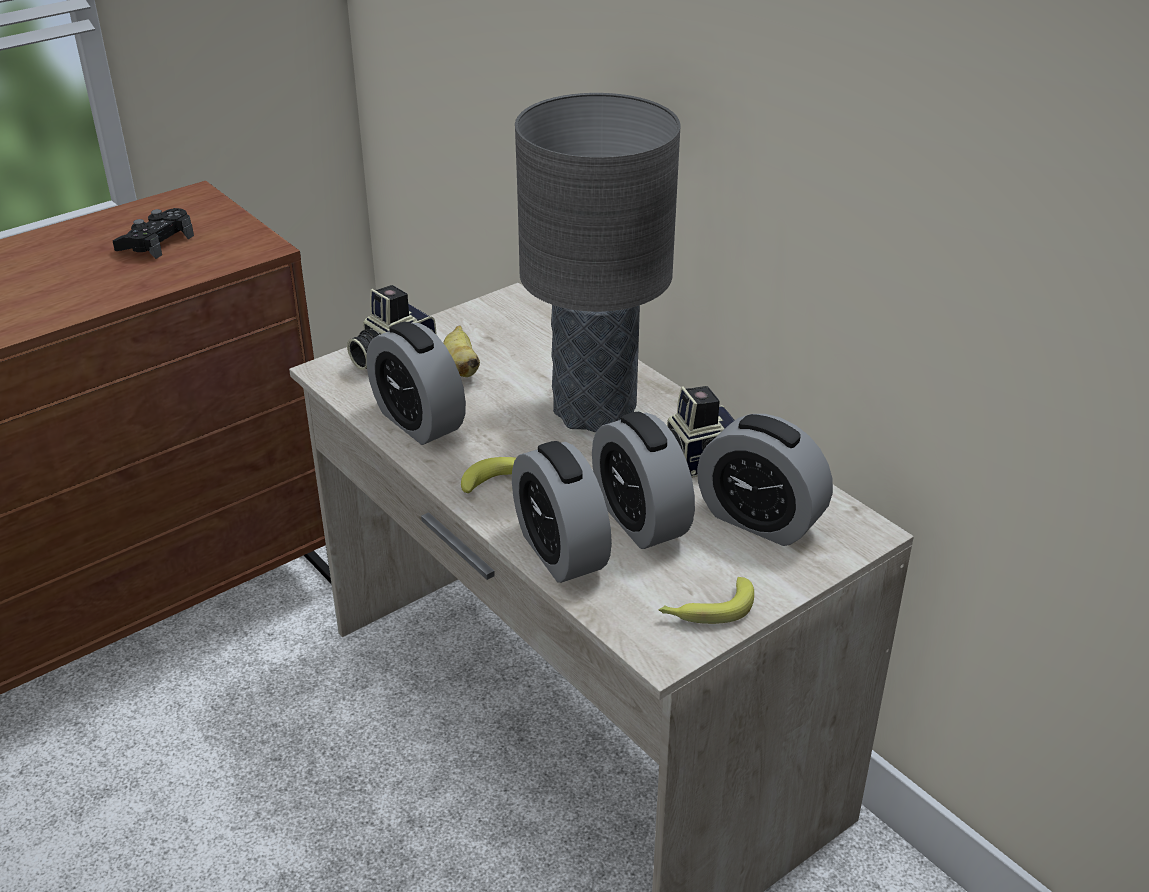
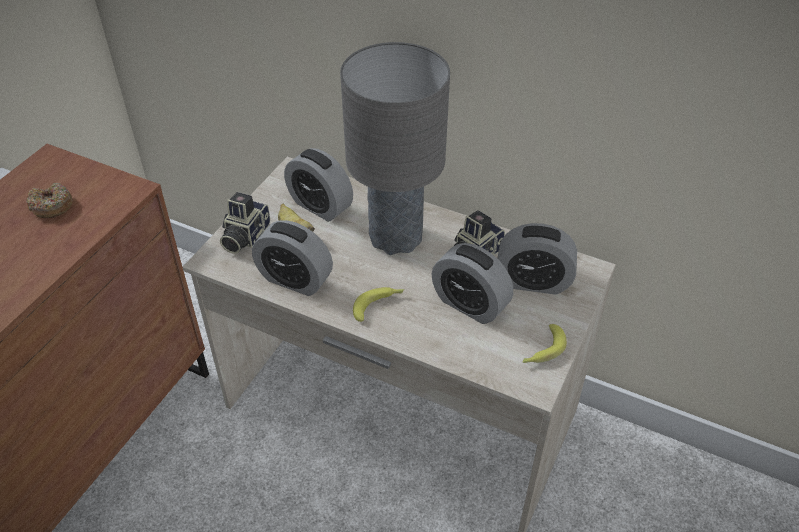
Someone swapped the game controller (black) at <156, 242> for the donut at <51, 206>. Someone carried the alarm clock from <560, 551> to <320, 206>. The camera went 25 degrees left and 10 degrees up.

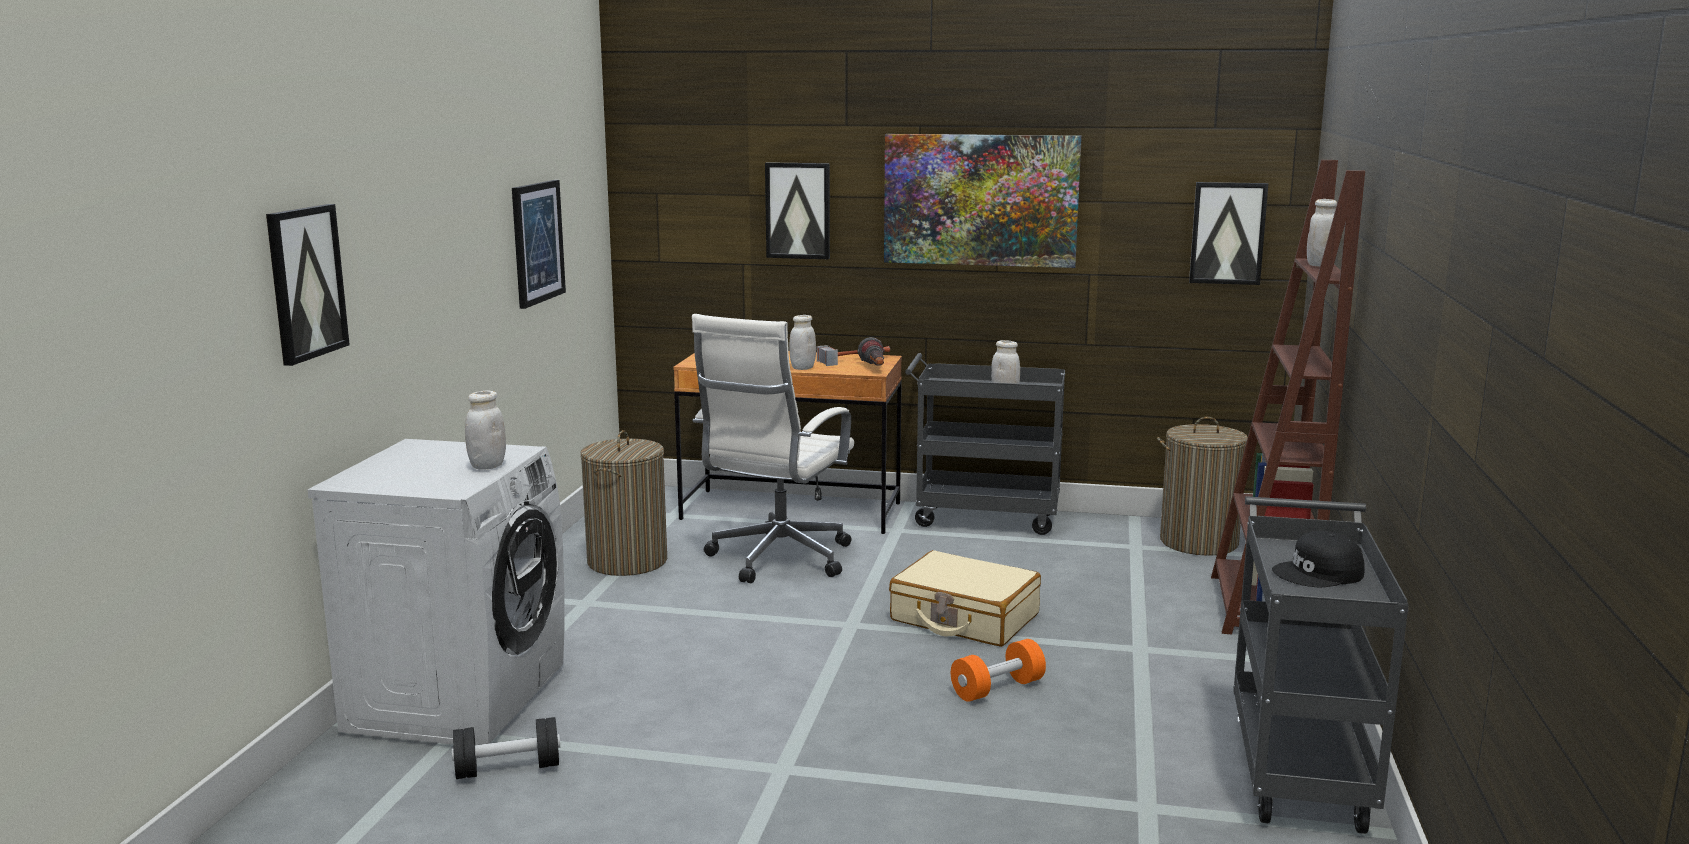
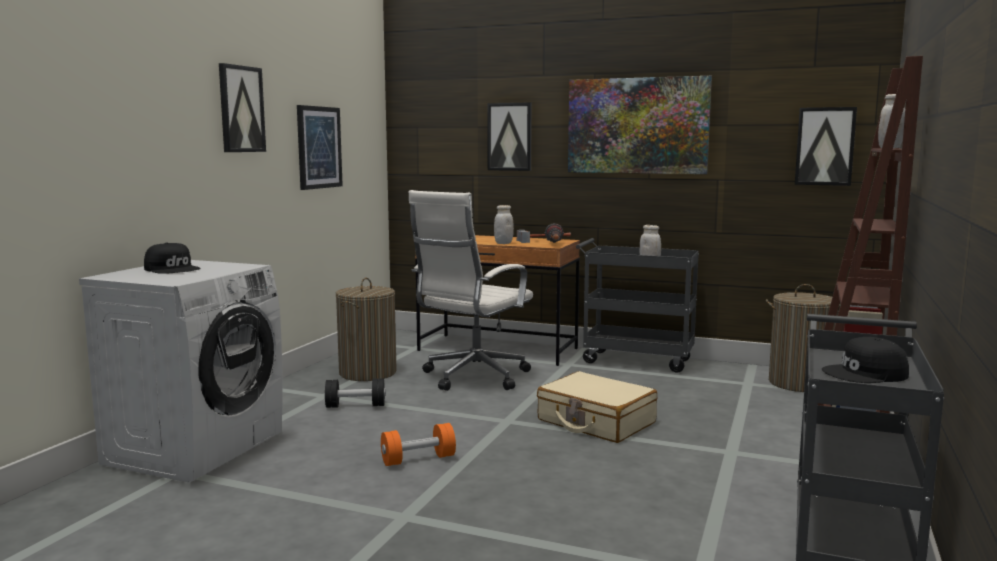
Someone put down the cap (black) at <173, 269>. Someone carried the picture from <305, 282> to <241, 109>. Someone carried the dumbbell (black) from <508, 769> to <355, 406>. Someone carried the dumbbell (orange) from <997, 689> to <418, 459>. Someone took away the jar (white) at <487, 466>. The camera went 10 degrees right and 5 degrees down.

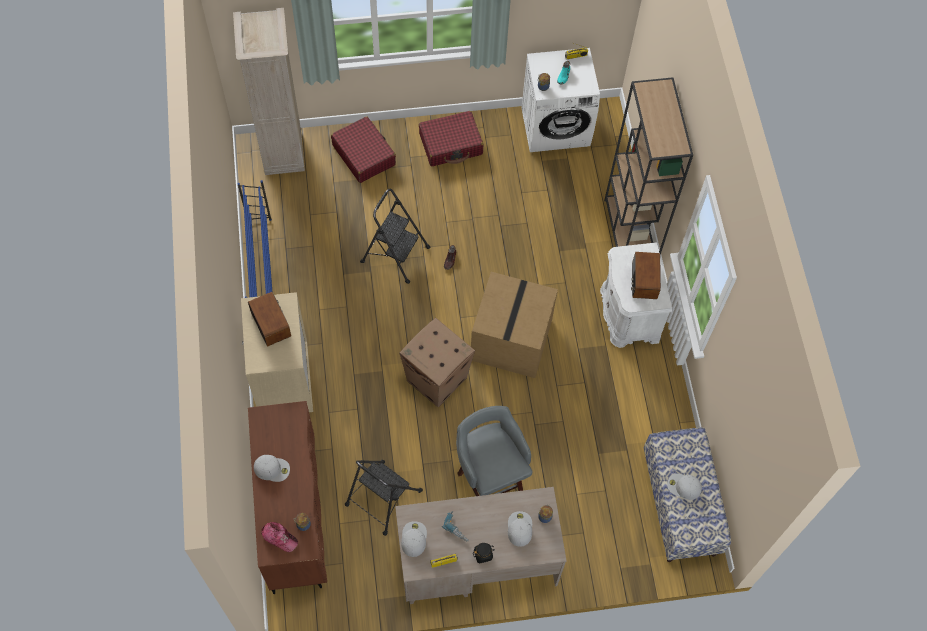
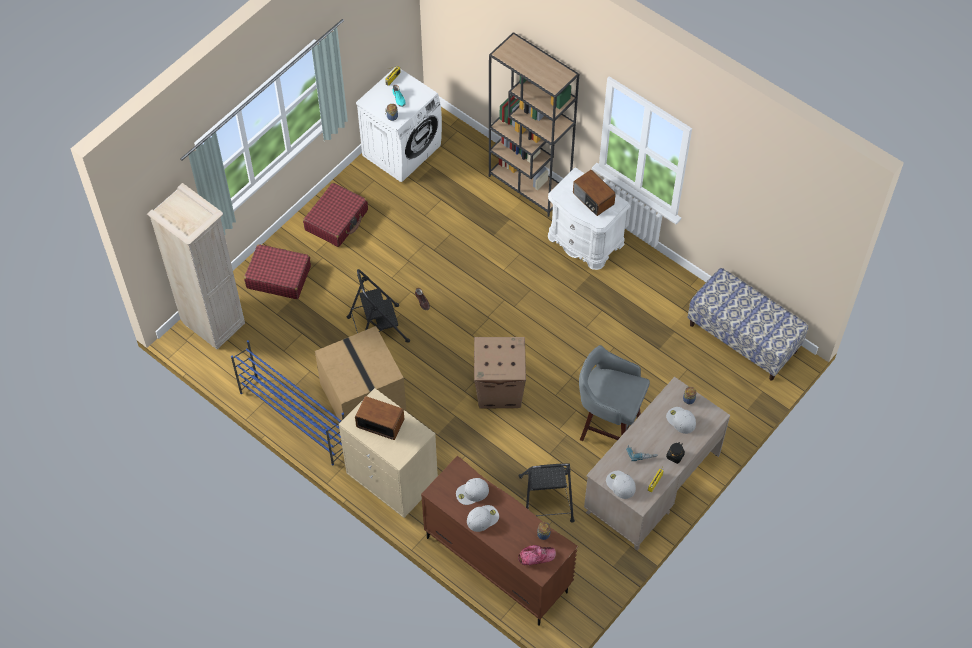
Someone carried the cardboard box from <512, 341> to <364, 397>. Someone carried the cap (white) from <683, 487> to <472, 493>. The camera went 40 degrees left and 5 degrees down.

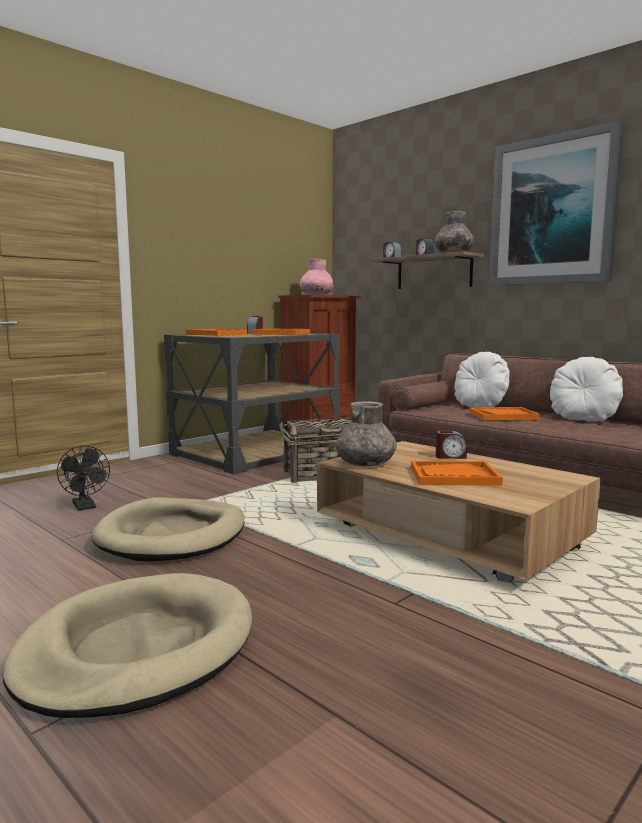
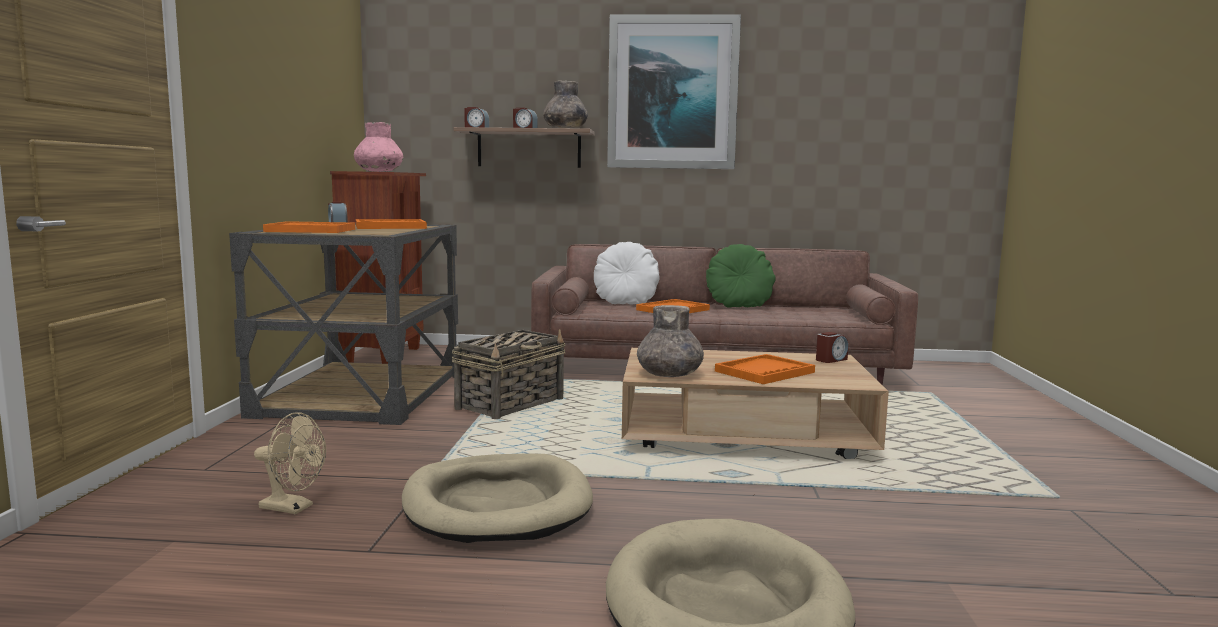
Someone repainted the fan (black) at <85, 507>, which became the fan (beige) at <293, 508>. Someone repainted the pillow (white) at <583, 420>, which became the pillow (green) at <739, 306>. Someone carried the alarm clock from <450, 456> to <831, 360>. The camera went 40 degrees left and 0 degrees up.

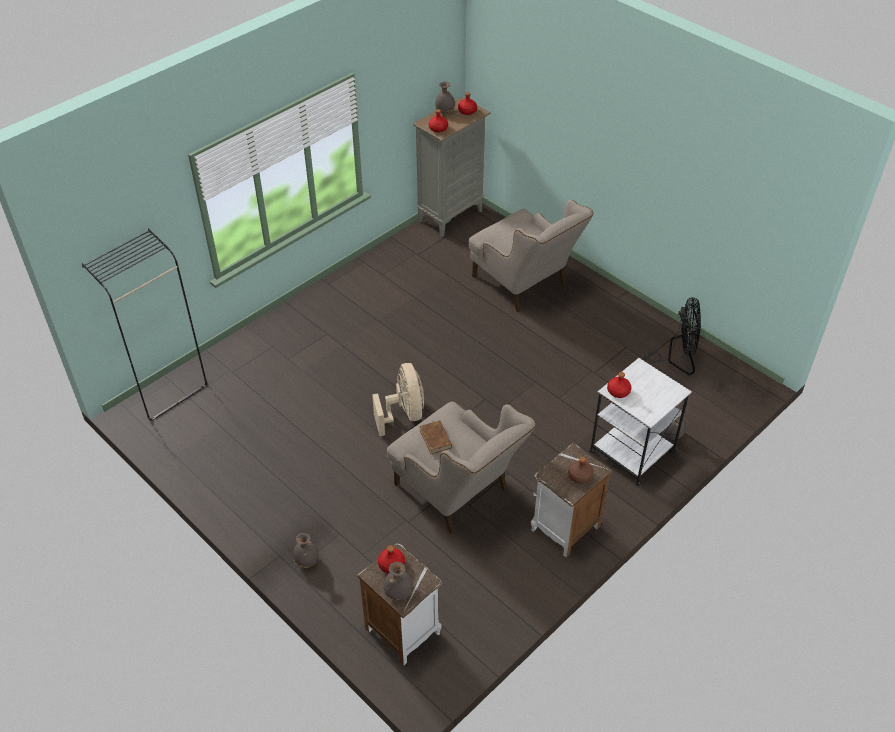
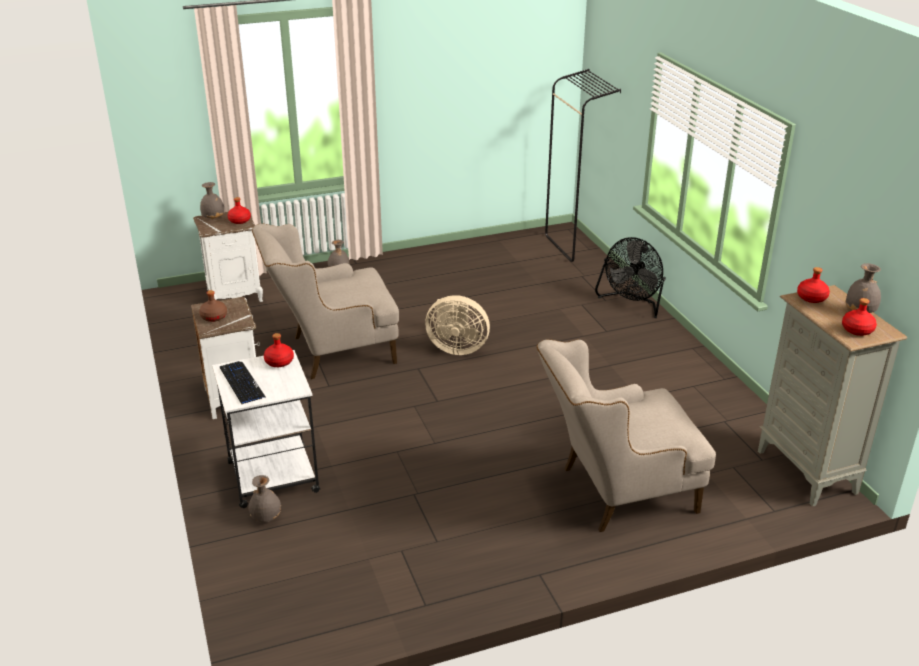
Someone put down the keyboard at <241, 383>. Someone carried the fan (black) from <678, 354> to <631, 301>. Someone took away the book (brown) at <435, 439>. The camera went 115 degrees right and 15 degrees down.

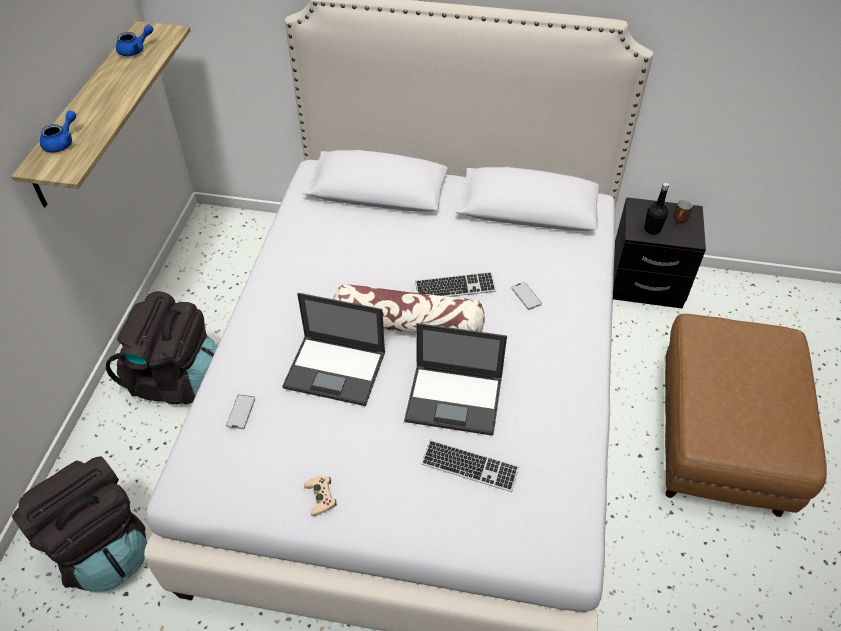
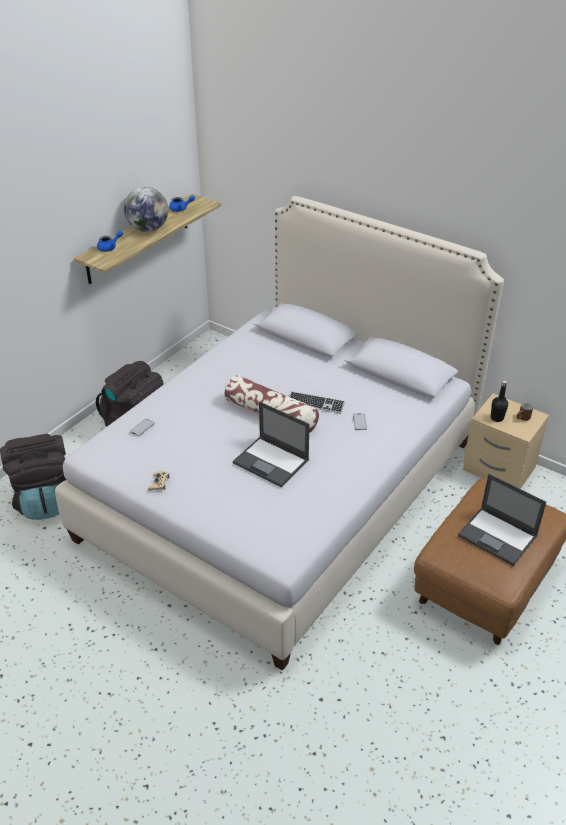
Someone put down the globe at <148, 229>. Someone carried the laptop from <336, 370> to <498, 536>. Someone repainted the nightstand (black) at <645, 285>, which became the nightstand (beige) at <498, 469>. Someone took away the keyboard at <470, 467>. The camera went 25 degrees right and 10 degrees down.

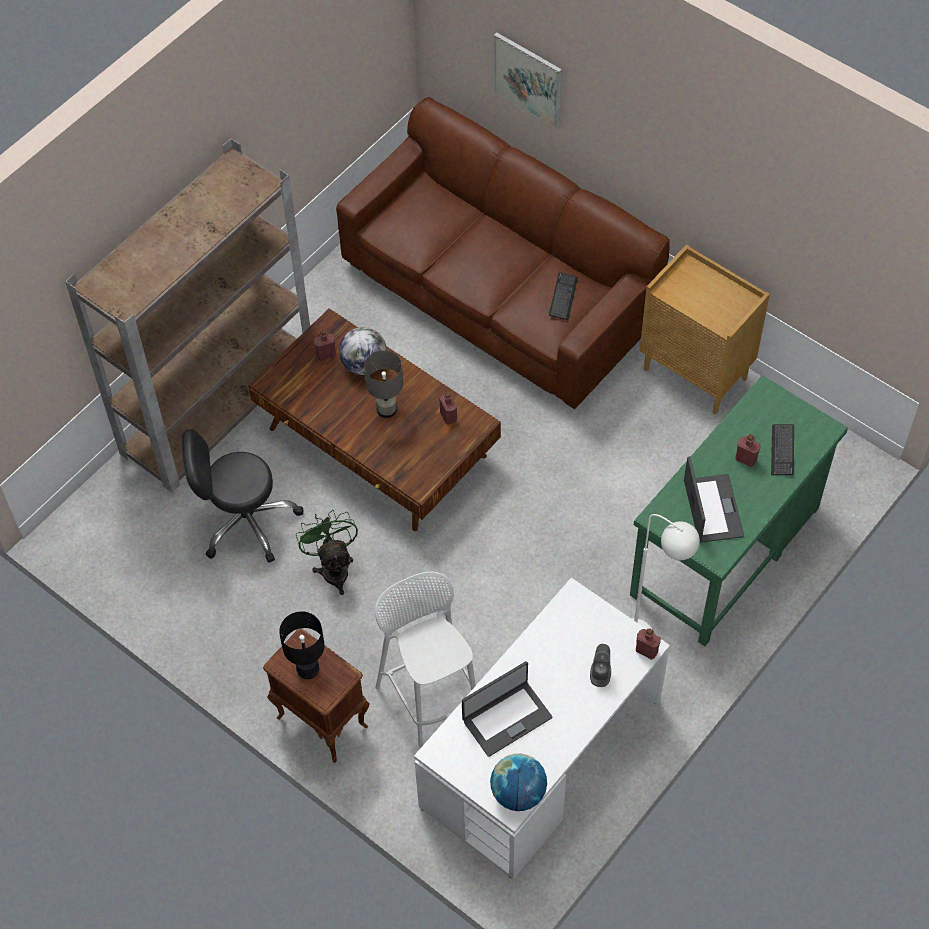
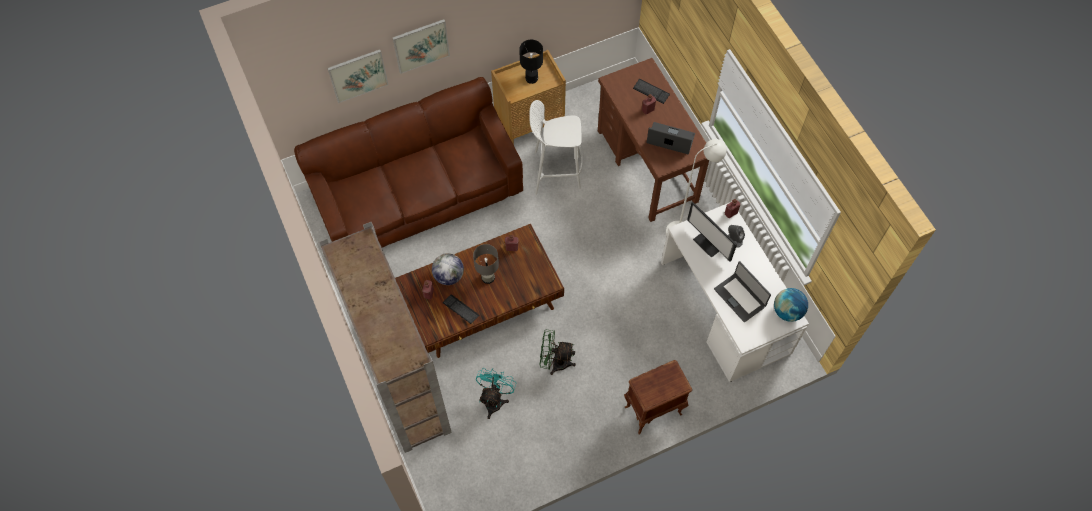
Someone put up the picture at <421, 45>. Someone carried the keyboard from <563, 297> to <461, 309>. Someone swapped the office chair (black) at <242, 521> for the fan (turquoise) at <495, 399>. Someone carried the table lamp (black) from <308, 669> to <532, 78>. Someone carried the stool (white) from <431, 697> to <555, 172>. Someone repainted the desk (green) at <726, 552>, which became the desk (brown) at <647, 165>. Someone put down the monitor at <708, 243>. Someone rotated the laptop at <506, 718> by 150 degrees clockwise. The camera went 65 degrees left and 5 degrees up.

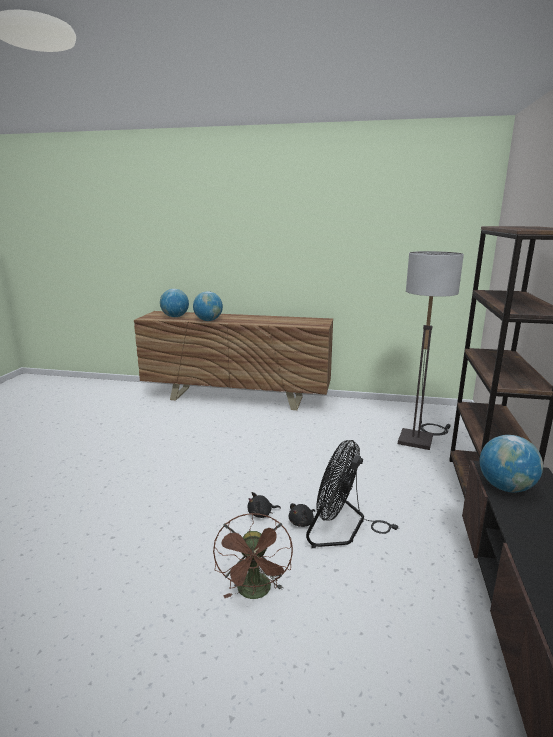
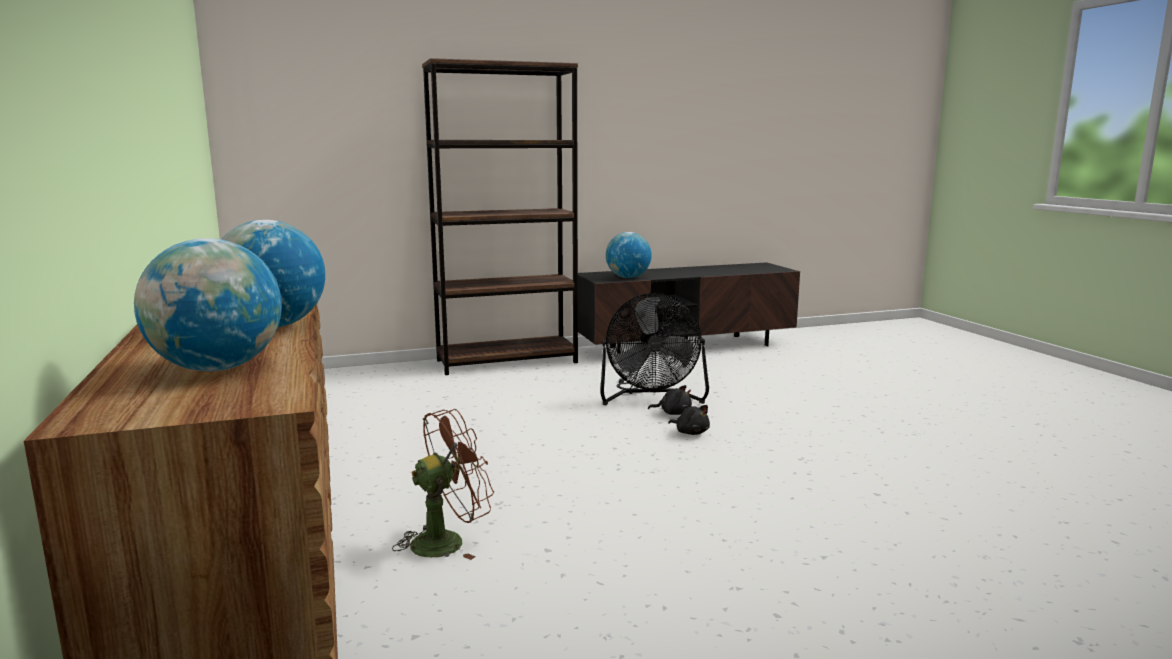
Someone carried the fan (brown) from <255, 593> to <447, 541>. Someone took away the floor lamp at <421, 437>. The camera went 120 degrees left and 5 degrees down.

